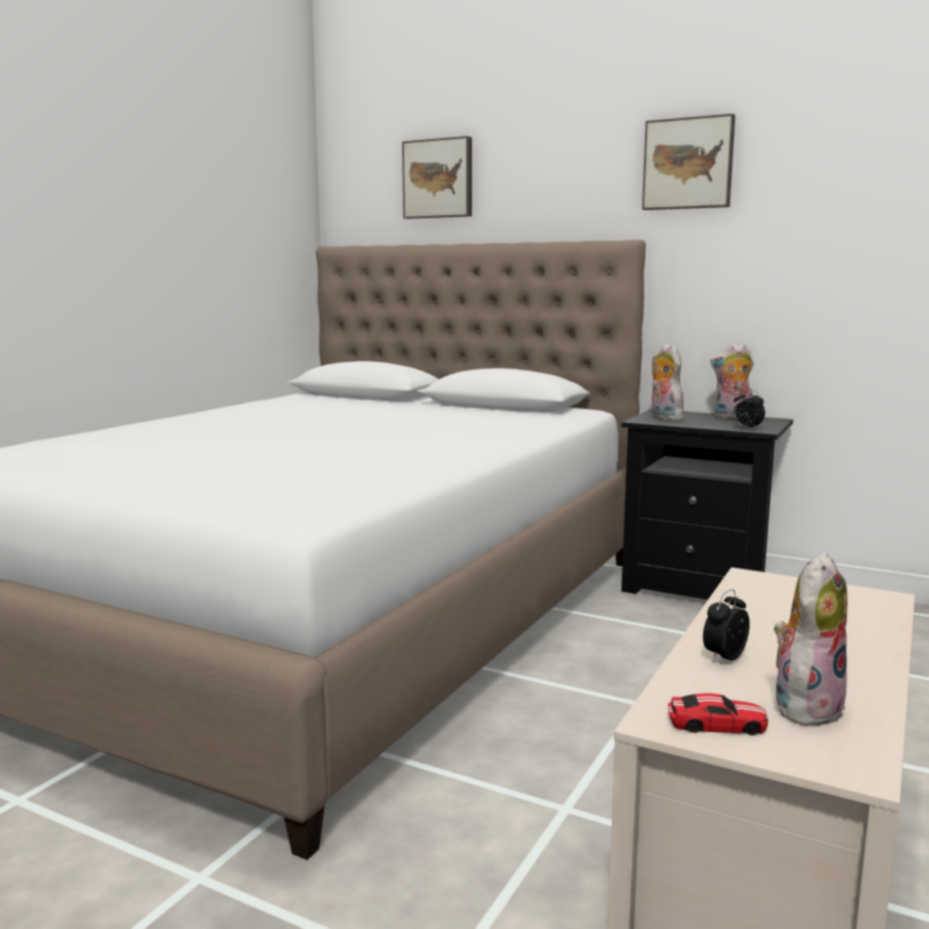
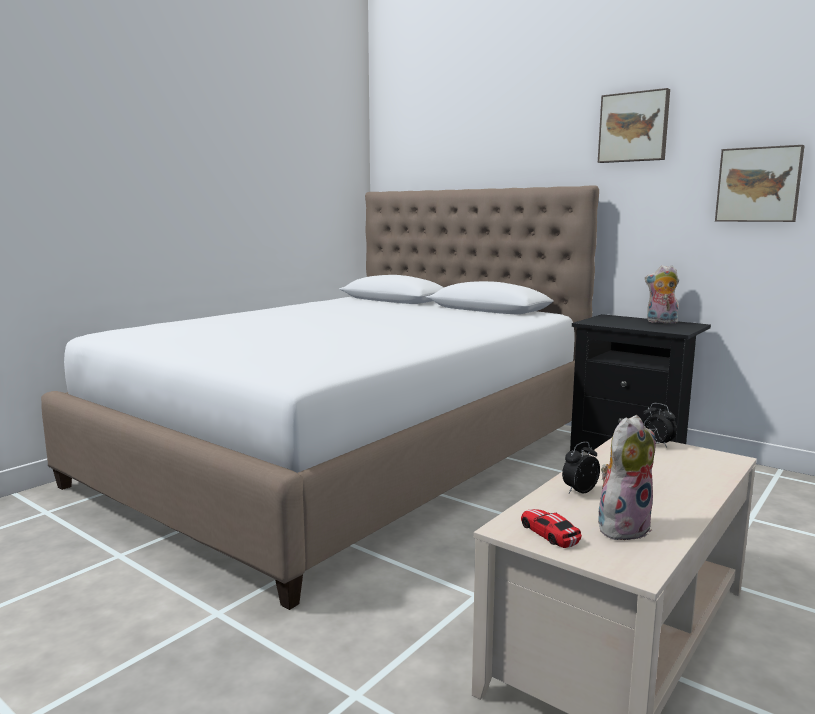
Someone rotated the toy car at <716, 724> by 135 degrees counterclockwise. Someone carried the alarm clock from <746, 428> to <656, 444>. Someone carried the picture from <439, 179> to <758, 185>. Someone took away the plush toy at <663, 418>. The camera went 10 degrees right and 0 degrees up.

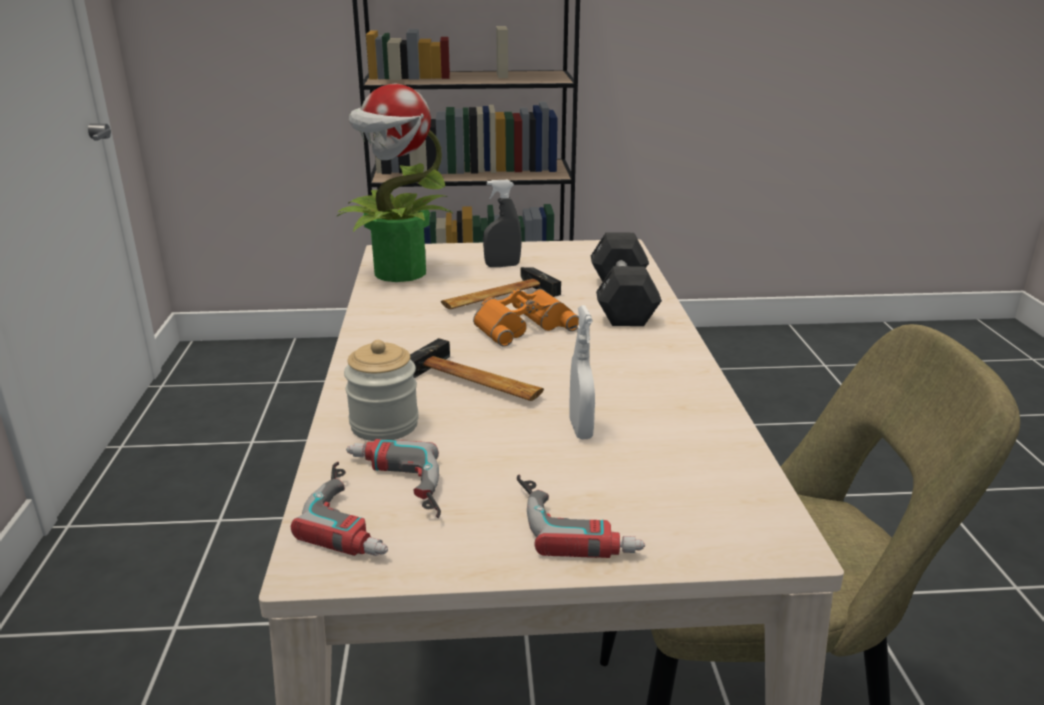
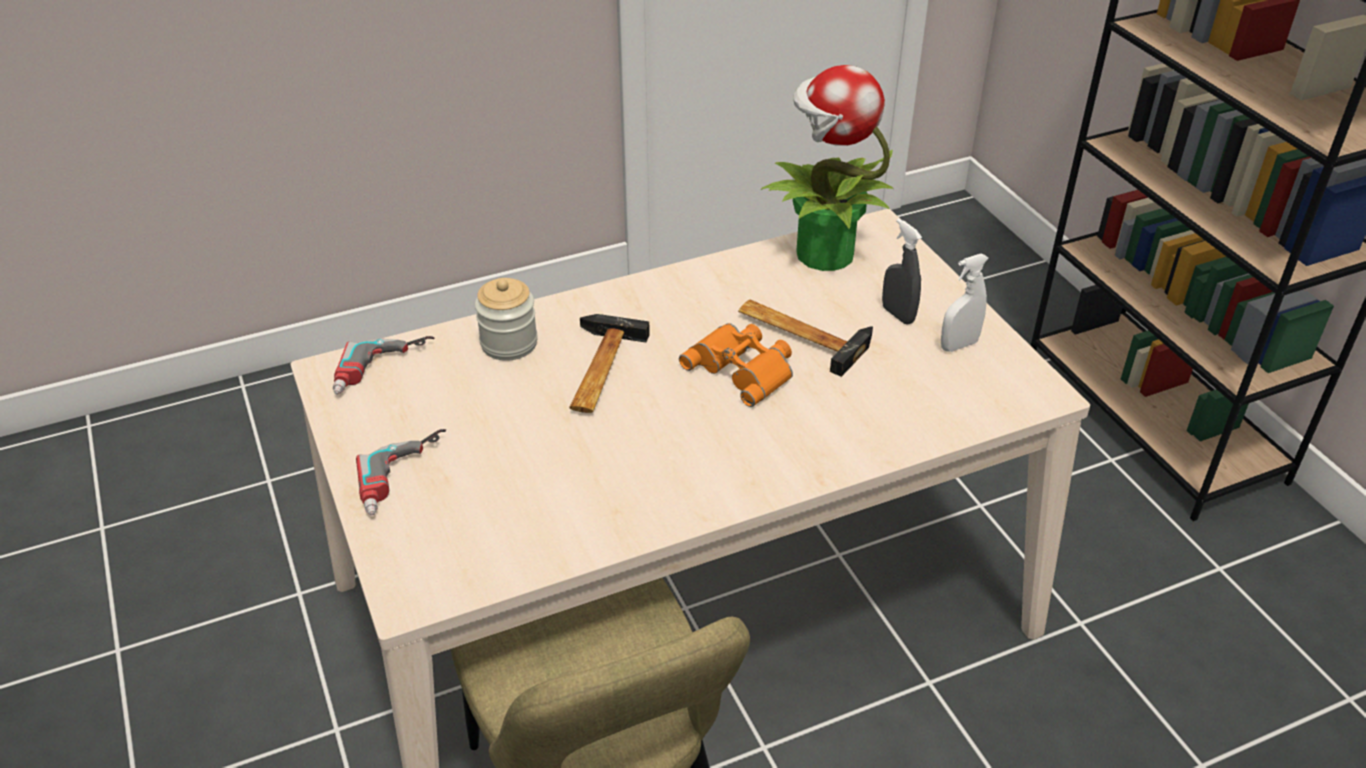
Someone carried the spray bottle (white) from <580, 429> to <958, 345>. Someone took away the power drill at <392, 488>. Someone took away the dumbbell (black) at <622, 300>. The camera went 70 degrees right and 15 degrees up.

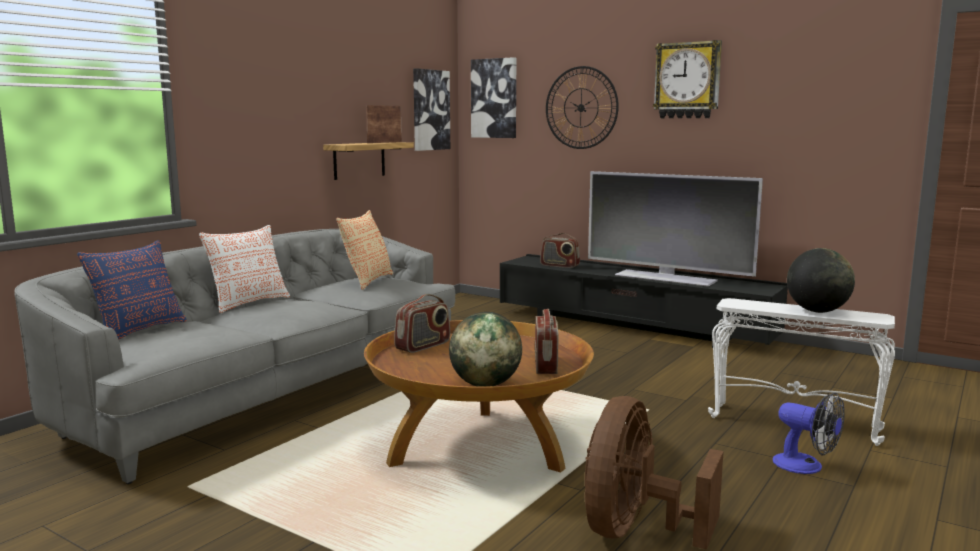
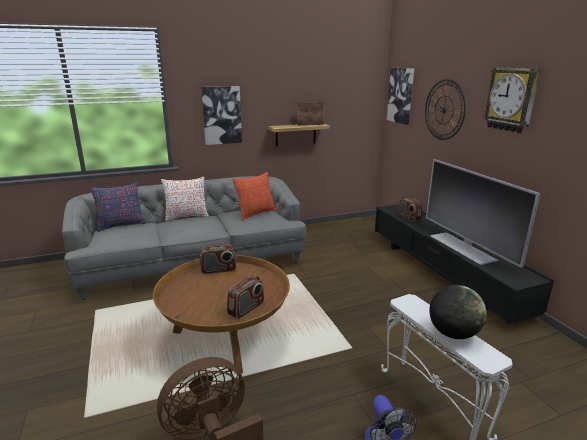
Someone carried the picture from <430, 110> to <221, 115>. Someone repainted the pillow (beige) at <368, 281>, which became the pillow (orange) at <256, 214>. Someone took away the globe at <485, 385>. The camera went 35 degrees right and 10 degrees up.

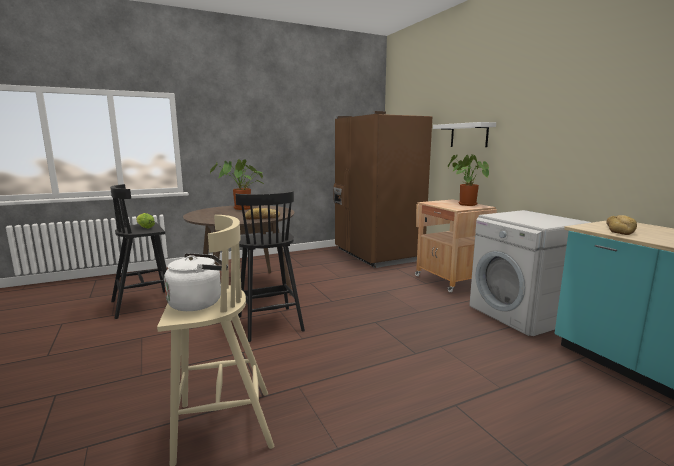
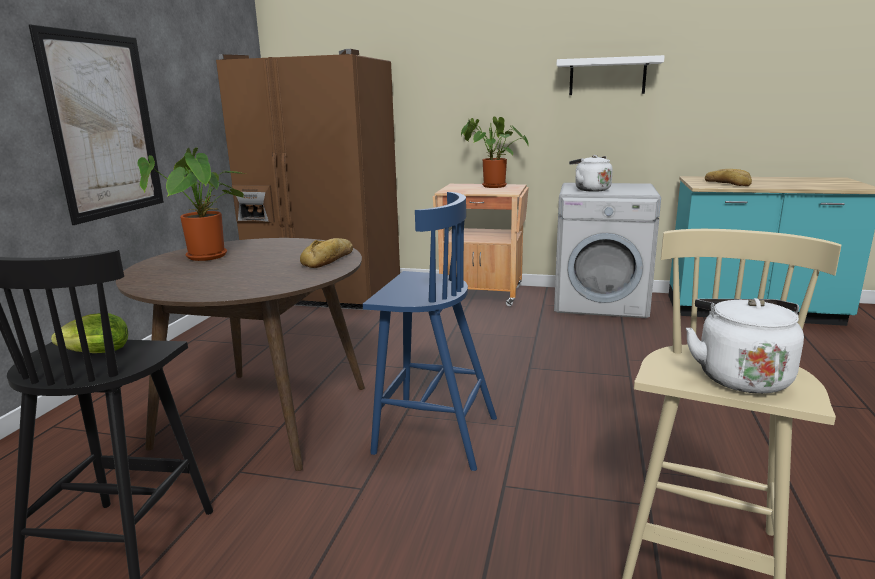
Someone put up the picture at <104, 126>. Someone repainted the stool (black) at <269, 322>, which became the stool (blue) at <431, 434>. Someone carried the shelf (white) from <469, 135> to <607, 76>. Someone put down the kettle (white) at <590, 189>. The camera went 50 degrees left and 5 degrees up.

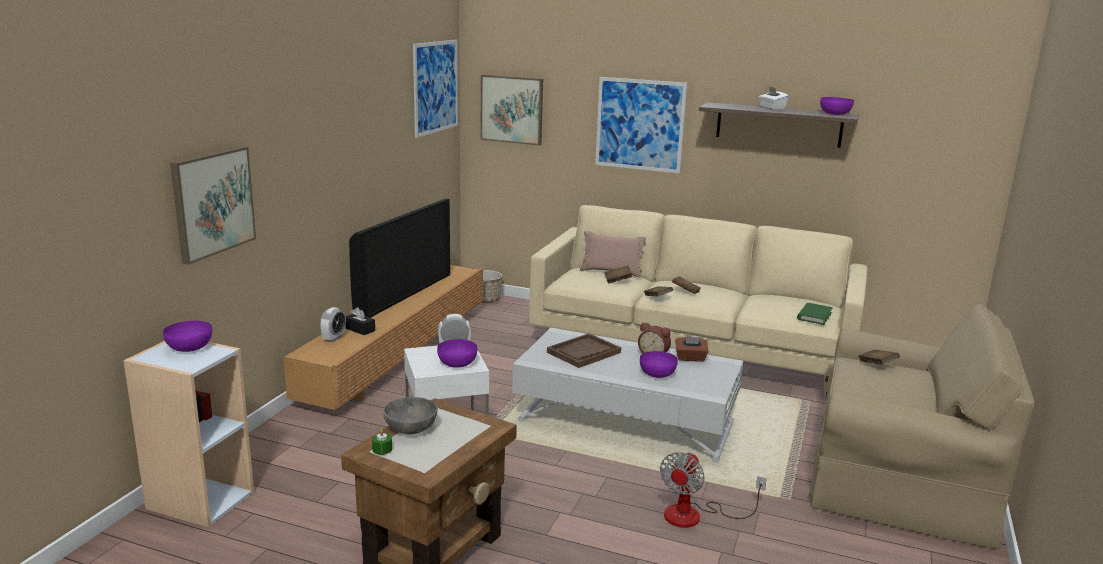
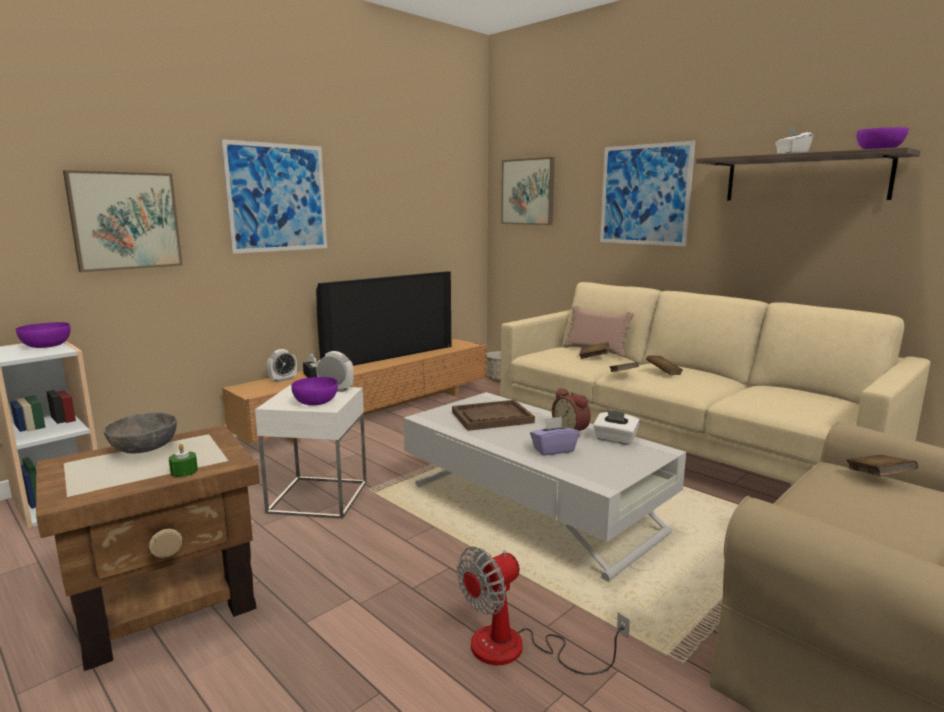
Someone carried the candle (green) from <382, 449> to <184, 471>. Someone carried the picture from <435, 87> to <277, 198>. Someone swapped the bowl (purple) at <657, 374> for the tissue box (purple) at <553, 450>. Someone repainted the tissue box (brown) at <690, 358>, which became the tissue box (white) at <615, 439>. Someone took away the book (green) at <814, 316>. The camera went 25 degrees right and 5 degrees down.

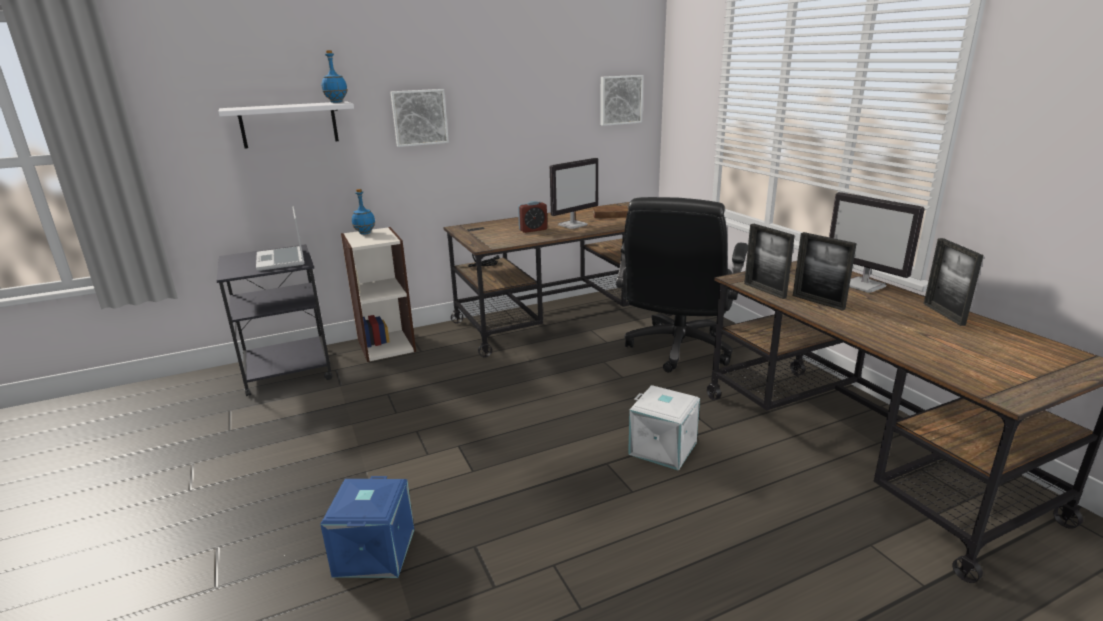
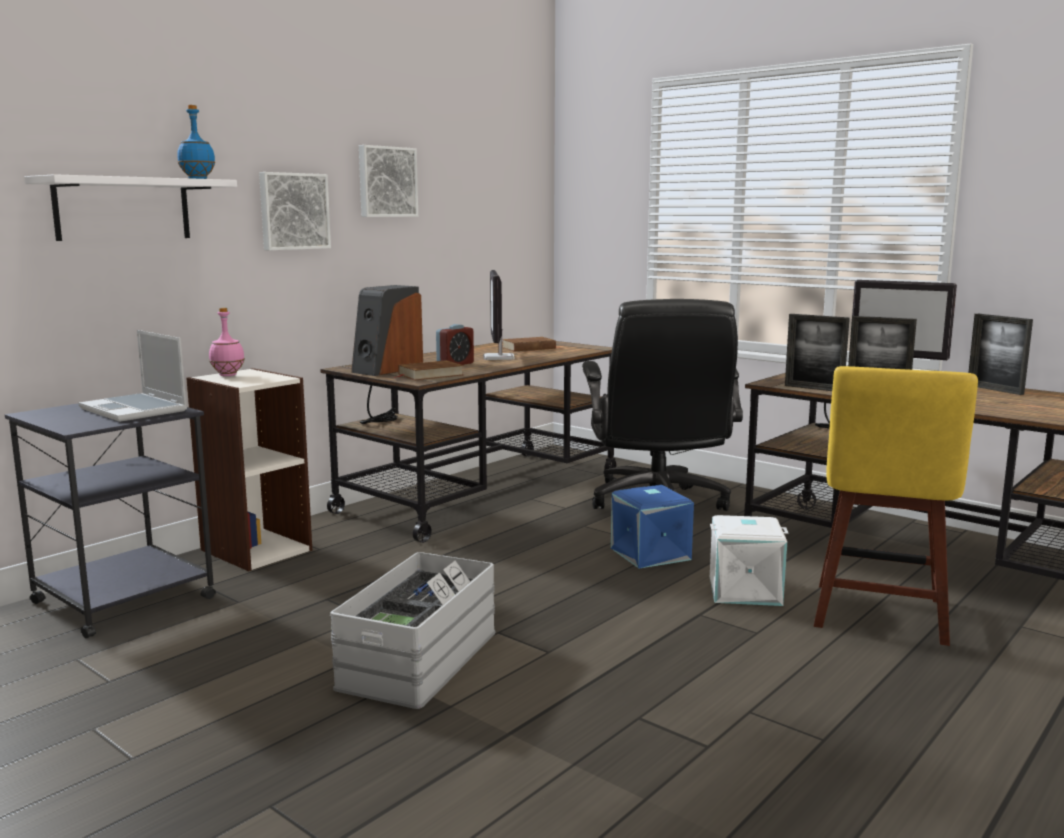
Someone repainted the bottle (blue) at <365, 233>, which became the bottle (pink) at <227, 375>. Someone put down the storage box (grey) at <418, 658>. Someone put down the speaker at <387, 369>. Someone carried the picture from <620, 100> to <386, 182>. Someone put down the book (brown) at <430, 375>. Someone rotated the monitor at <573, 225> by 150 degrees clockwise. Someone carried the storage box (blue) from <373, 552> to <648, 554>. Someone put down the chair (yellow) at <878, 616>. The camera went 25 degrees left and 10 degrees down.

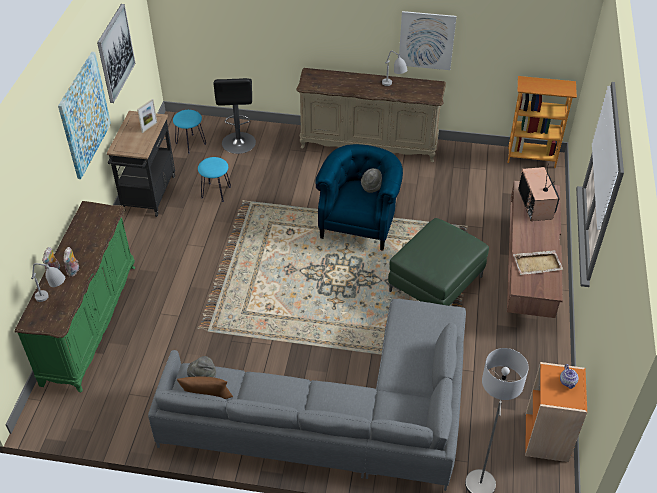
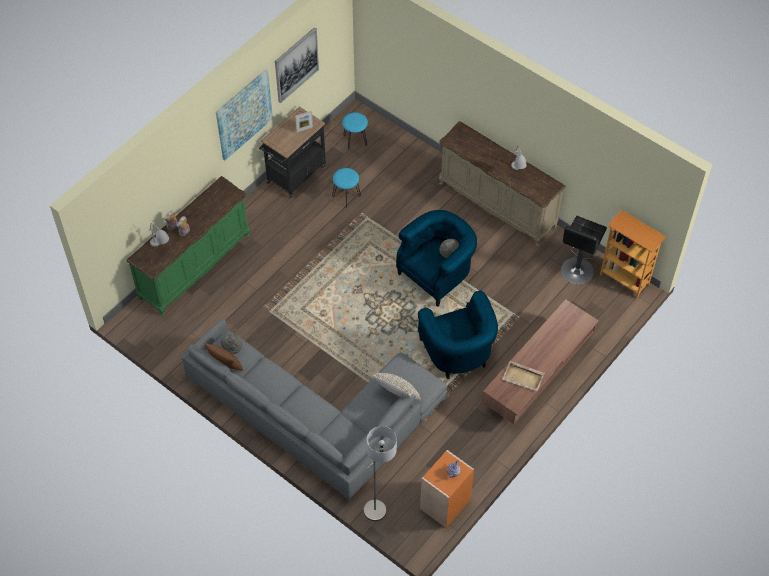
Someone put down the pillow (beige) at <397, 395>. Someone swapped the ottoman (green) at <436, 284> for the armchair (blue) at <457, 353>. Someone carried the stool (black) from <238, 143> to <576, 271>. Someone took away the picture at <426, 40>. Someone took away the television at <536, 204>. The camera went 30 degrees right and 10 degrees up.

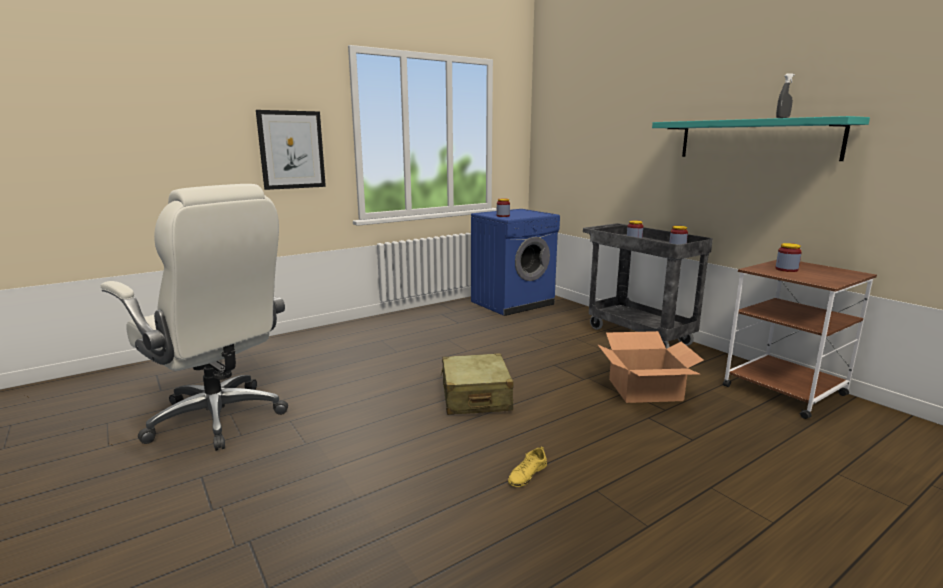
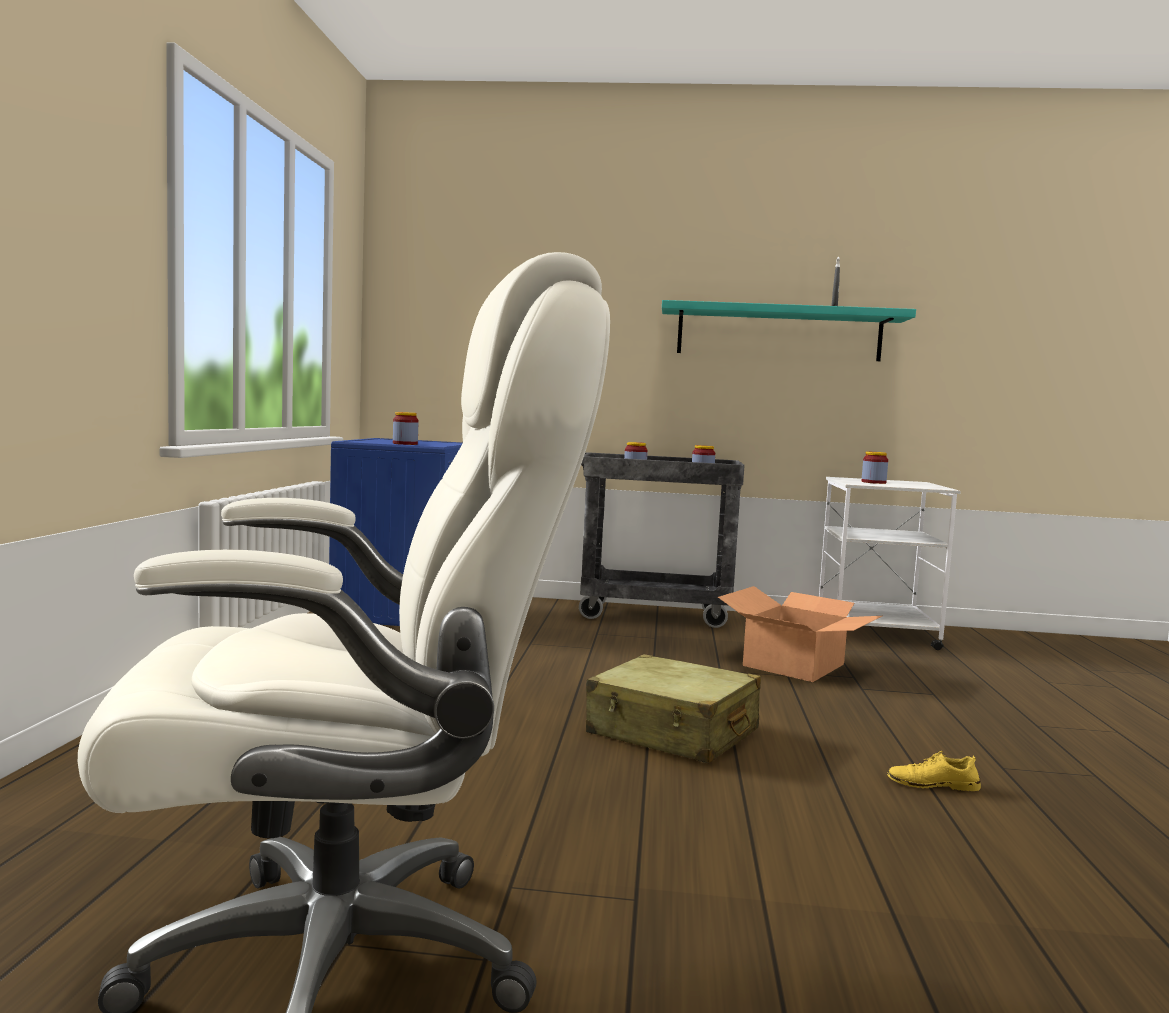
Someone repainted the cart (brown) at <785, 392>, which became the cart (white) at <877, 633>. Someone rotated the shoe (yellow) at <527, 474> by 105 degrees clockwise. Someone took away the picture at <291, 150>. The camera went 50 degrees left and 10 degrees down.

